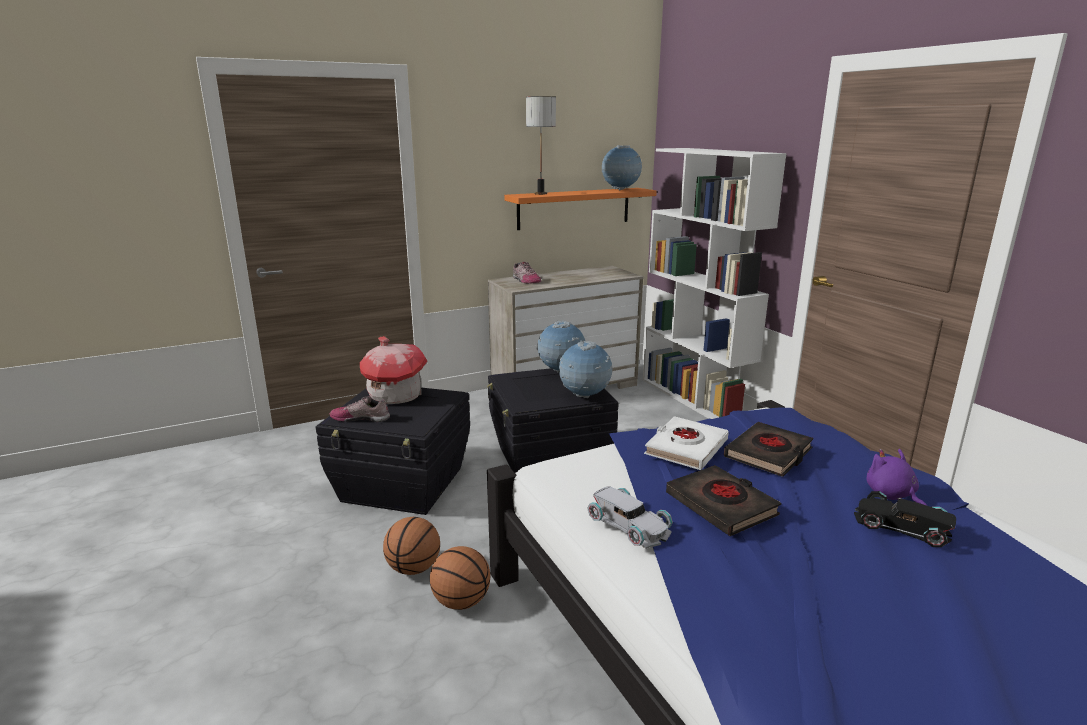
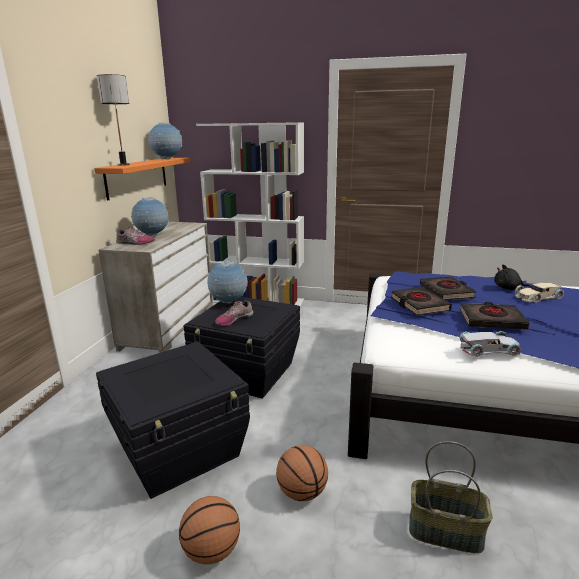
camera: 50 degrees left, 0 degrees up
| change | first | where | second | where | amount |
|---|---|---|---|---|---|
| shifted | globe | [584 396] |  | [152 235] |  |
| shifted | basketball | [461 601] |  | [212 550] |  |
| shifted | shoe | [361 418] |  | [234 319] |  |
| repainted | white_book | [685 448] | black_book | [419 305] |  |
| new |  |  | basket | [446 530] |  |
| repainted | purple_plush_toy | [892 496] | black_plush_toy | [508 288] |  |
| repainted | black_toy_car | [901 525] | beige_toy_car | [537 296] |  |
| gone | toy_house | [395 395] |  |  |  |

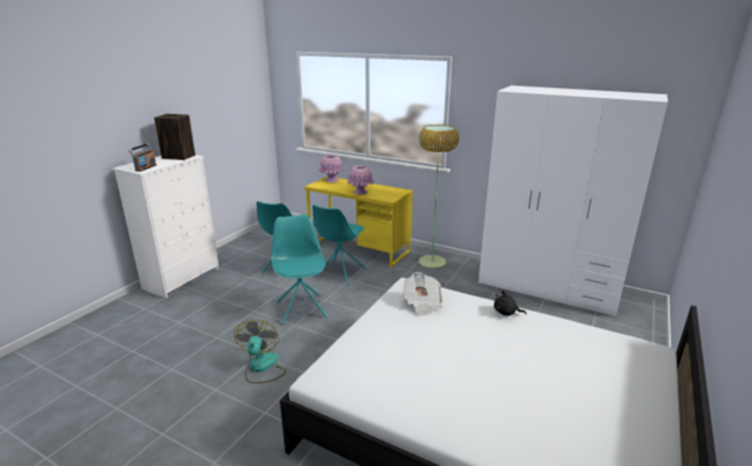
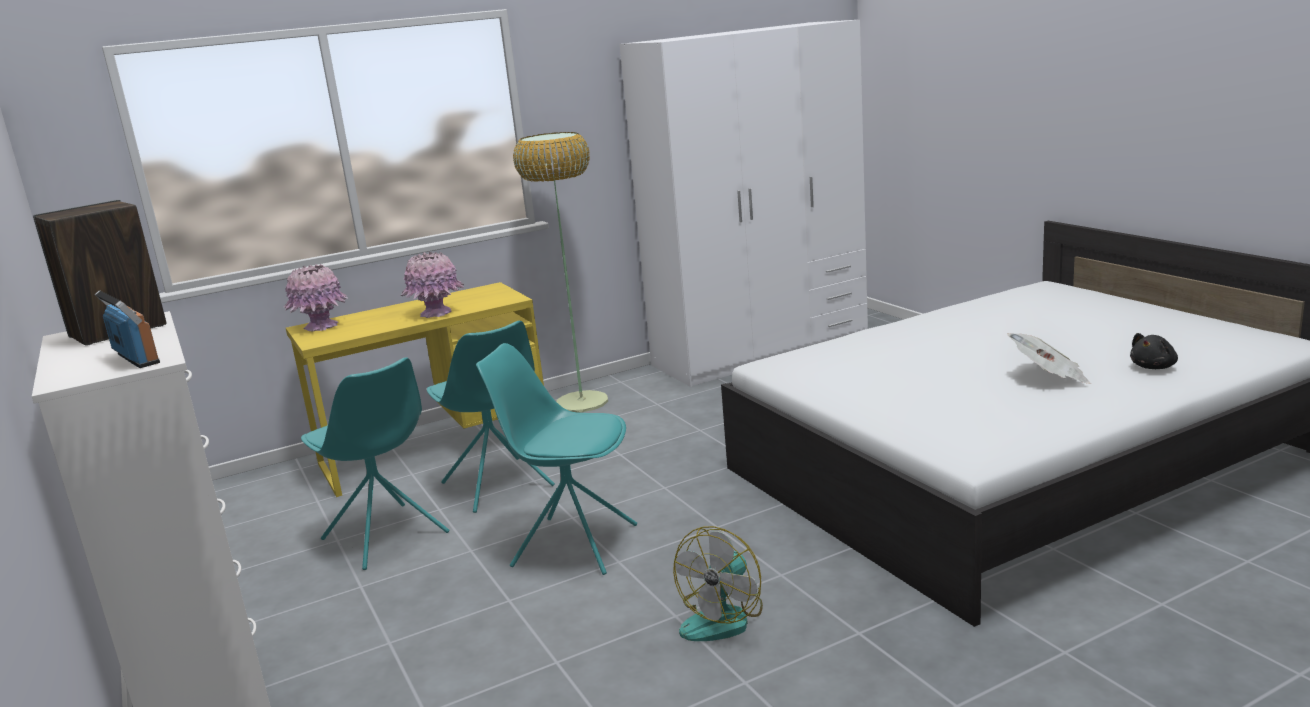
camera: 55 degrees left, 5 degrees down
| change | first | where | second | where | amount |
|---|---|---|---|---|---|
| rotated | fan | [262 367] |  | [723 618] | 90 degrees counterclockwise |
| shifted | newspaper | [422 304] |  | [1049 378] |  |
| shifted | black_plush_toy | [506 313] |  | [1154 367] |  |

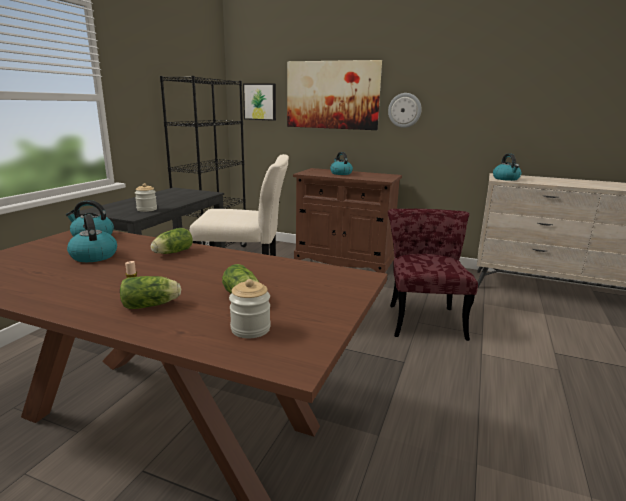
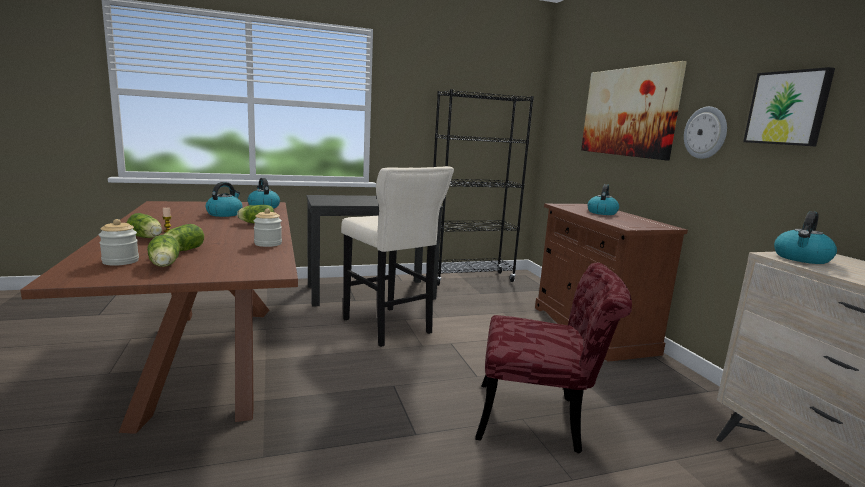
camera: 50 degrees right, 5 degrees down
| change | first | where | second | where | amount |
|---|---|---|---|---|---|
| new |  |  | lettuce | [164 265] |  |
| shifted | jar | [147 209] |  | [268 244] |  |
| rotated | red_chair | [423 317] |  | [541 419] | 45 degrees clockwise |
| shifted | picture | [260 102] |  | [788 108] |  |

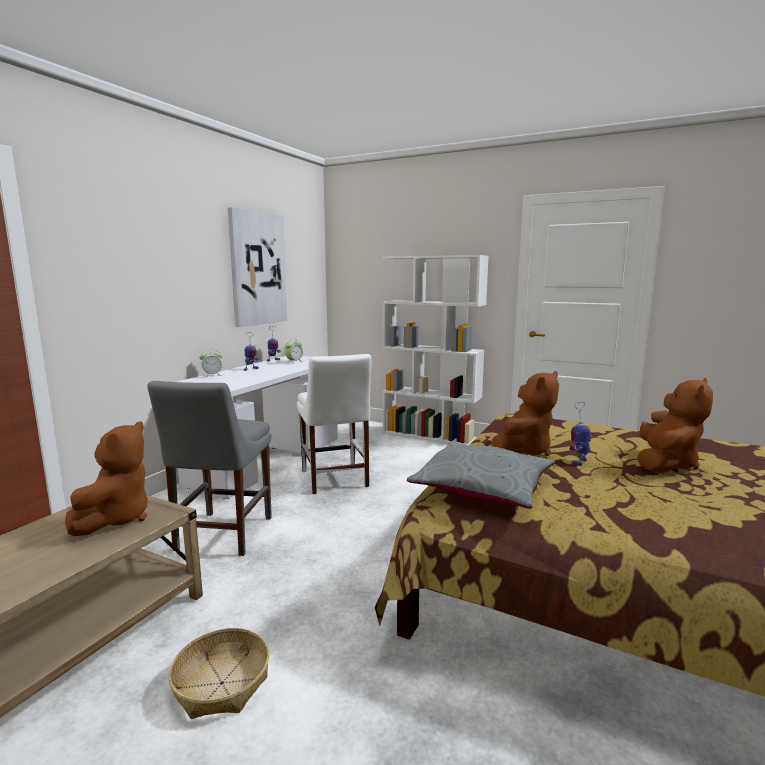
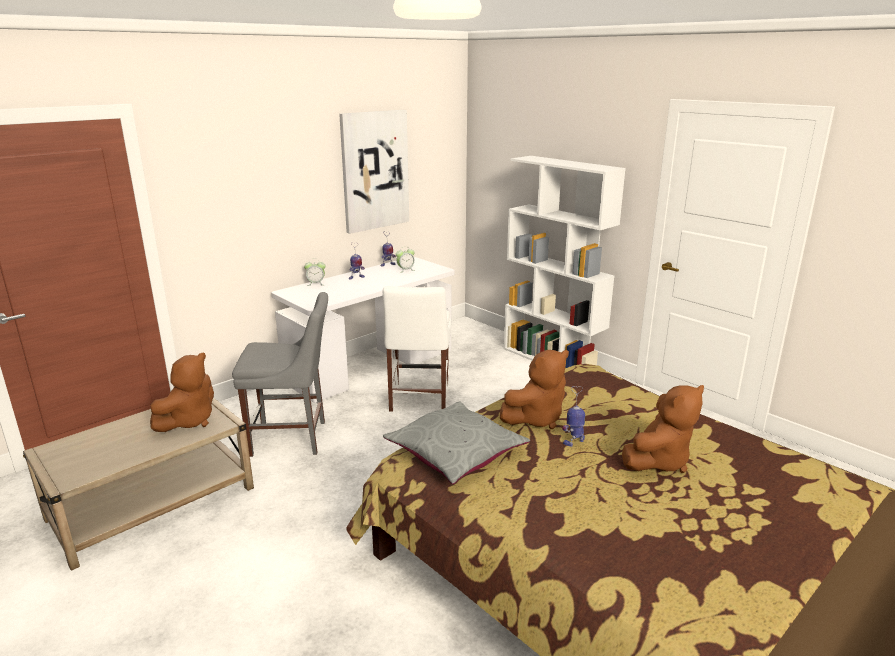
camera: 20 degrees right, 10 degrees up
| change | first | where | second | where | amount |
|---|---|---|---|---|---|
| rotated | grey_chair | [222 535] |  | [293 438] | 120 degrees counterclockwise |
| gone | basket | [221 683] |  |  |  |

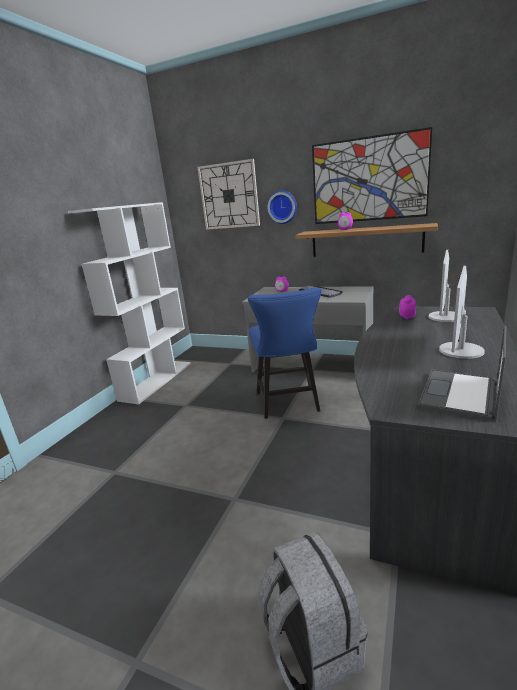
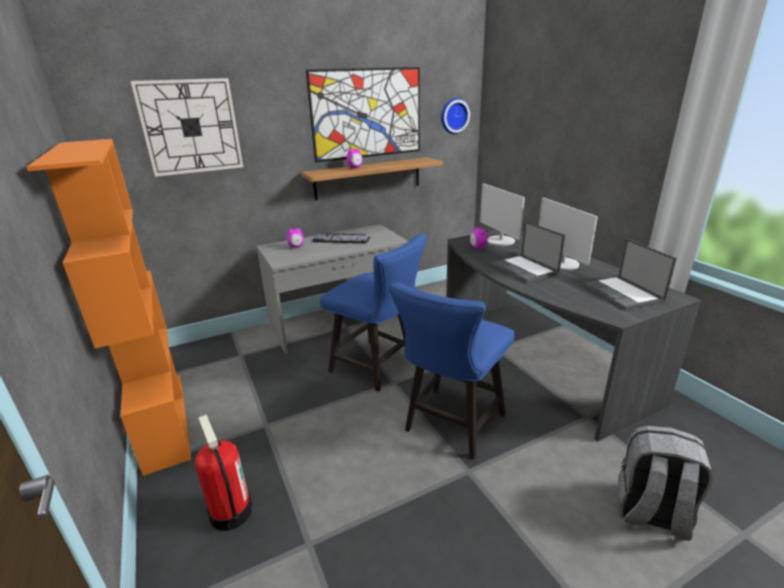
camera: 50 degrees left, 5 degrees up
| change | first | where | second | where | amount |
|---|---|---|---|---|---|
| repainted | white_bookcase | [157 380] | orange_bookcase | [163 419] |  |
| new |  |  | fire_extinguisher | [230 512] |  |
| new |  |  | blue_chair | [450 426] |  |
| shifted | wall_clock | [282 207] |  | [453 116] |  |
| new |  |  | laptop | [525 269] |  |

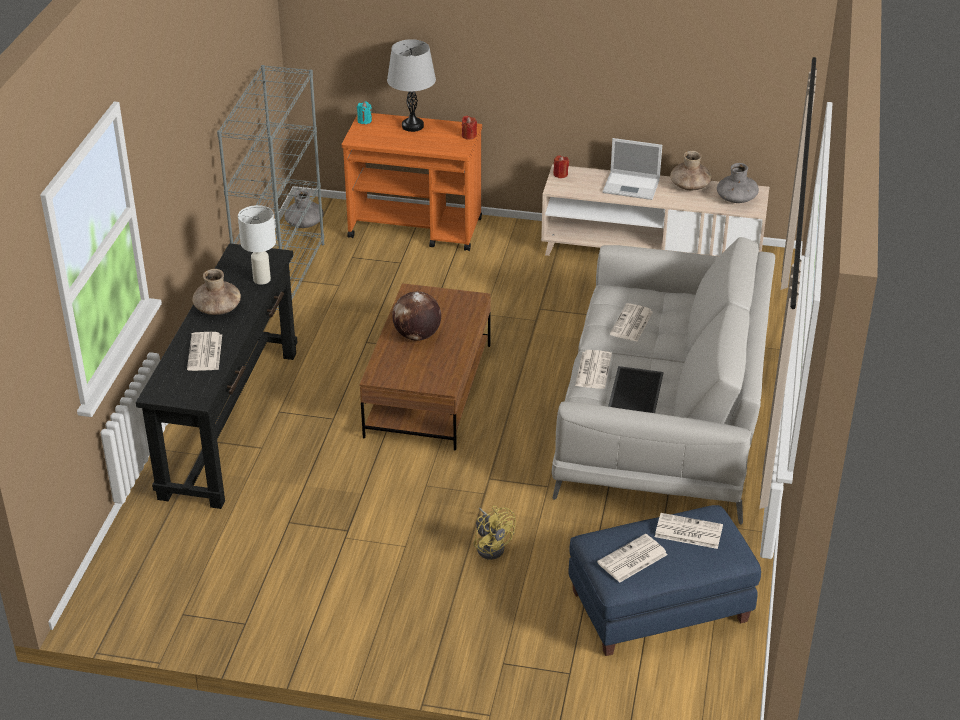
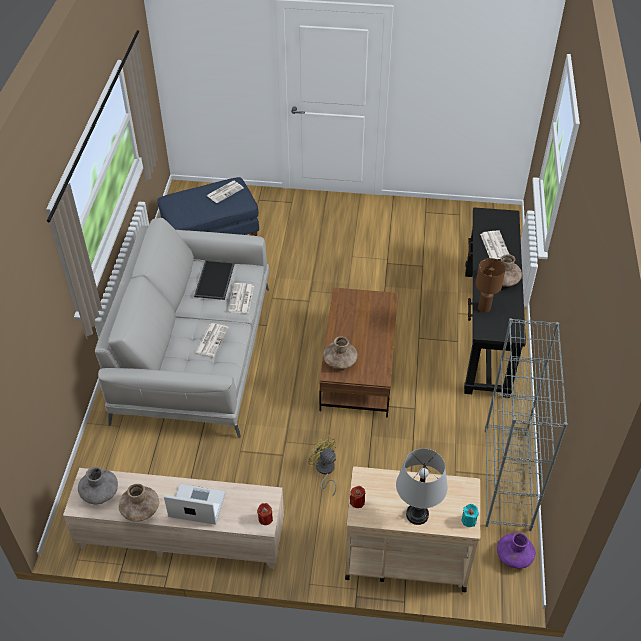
camera: 175 degrees right, 10 degrees up
| change | first | where | second | where | amount |
|---|---|---|---|---|---|
| shifted | yellow_fan | [491 546] |  | [324 471] |  |
| new |  |  | brown_vase | [340 361] |  |
| repainted | orange_cart | [416 228] | beige_cart | [405 557] |  |
| repainted | white_table_lamp | [262 279] | brown_table_lamp | [483 308] |  |
| repainted | grey_vase | [304 224] | purple_vase | [514 556] |  |
| gone | globe | [417 336] |  |  |  |
| gone | newspaper | [687 532] |  |  |  |

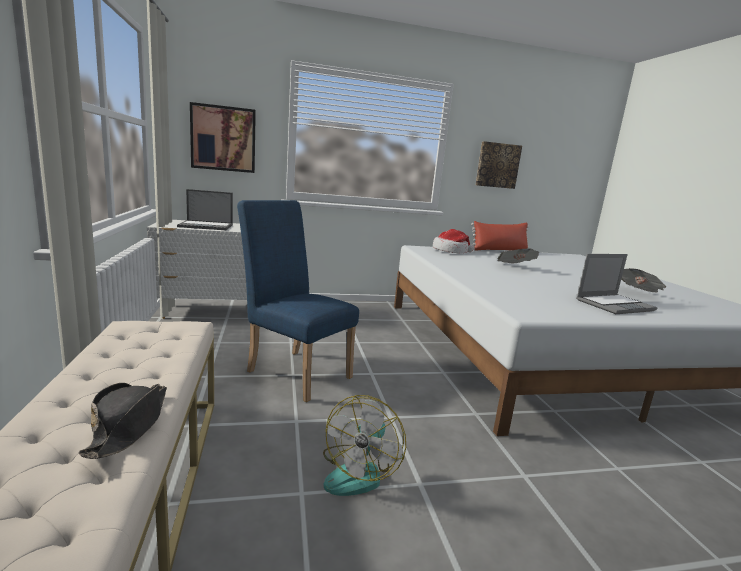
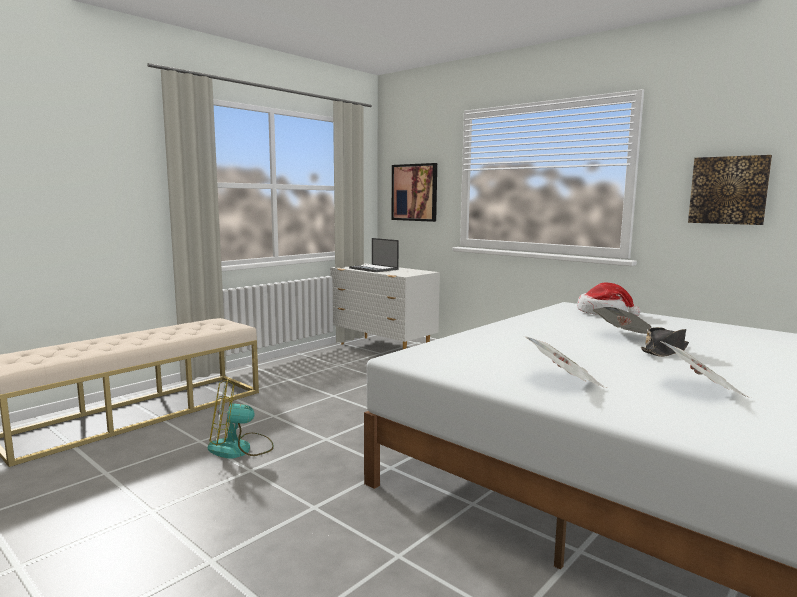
camera: 55 degrees right, 5 degrees down
| change | first | where | second | where | amount |
|---|---|---|---|---|---|
| swapped | laptop | [614 305] | newspaper | [564 382] |  |
| shifted | black_hat | [129 425] |  | [665 351] |  |
| gone | blue_chair | [295 371] |  |  |  |
| gone | red_pillow | [499 250] |  |  |  |

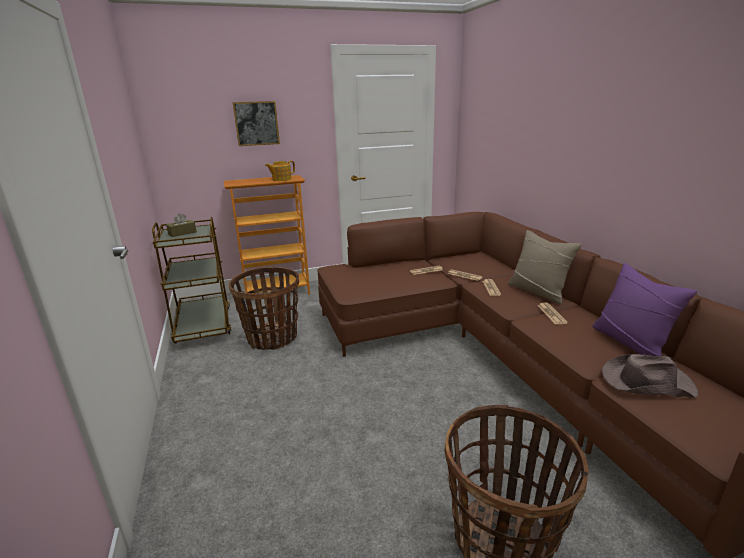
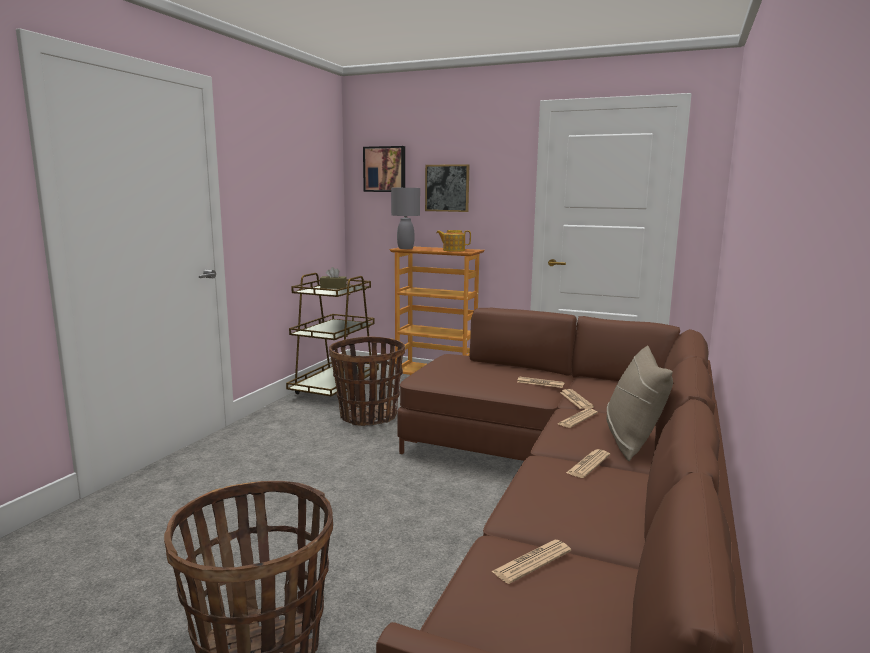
camera: 40 degrees right, 10 degrees down
| change | first | where | second | where | amount |
|---|---|---|---|---|---|
| new |  |  | picture | [385 169] |  |
| new |  |  | grey_table_lamp | [405 248] |  |
| swapped | brown_hat | [646 382] | newspaper | [532 562] |  |
| gone | purple_pillow | [630 343] |  |  |  |

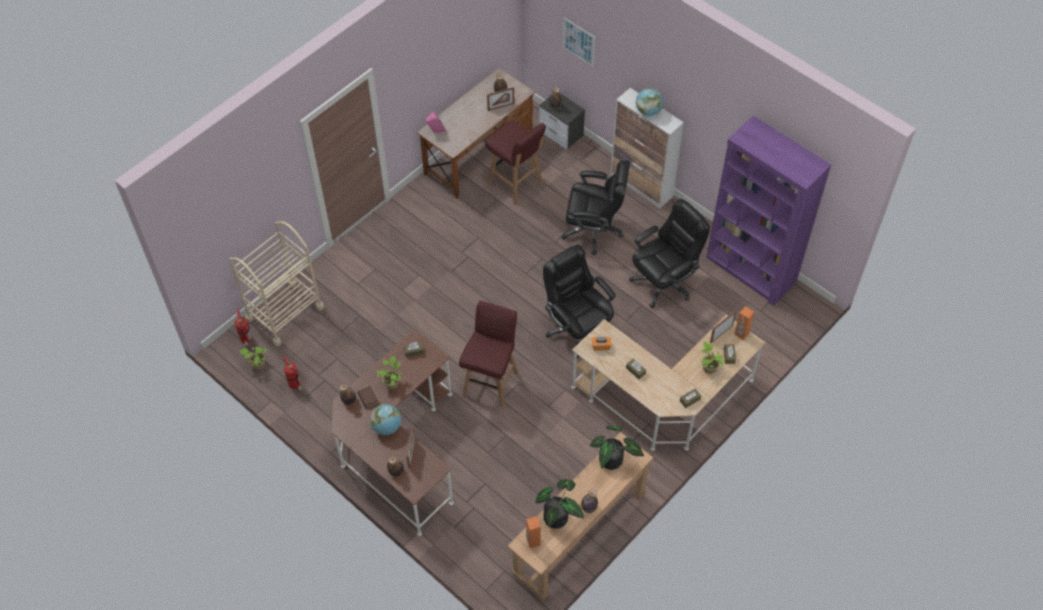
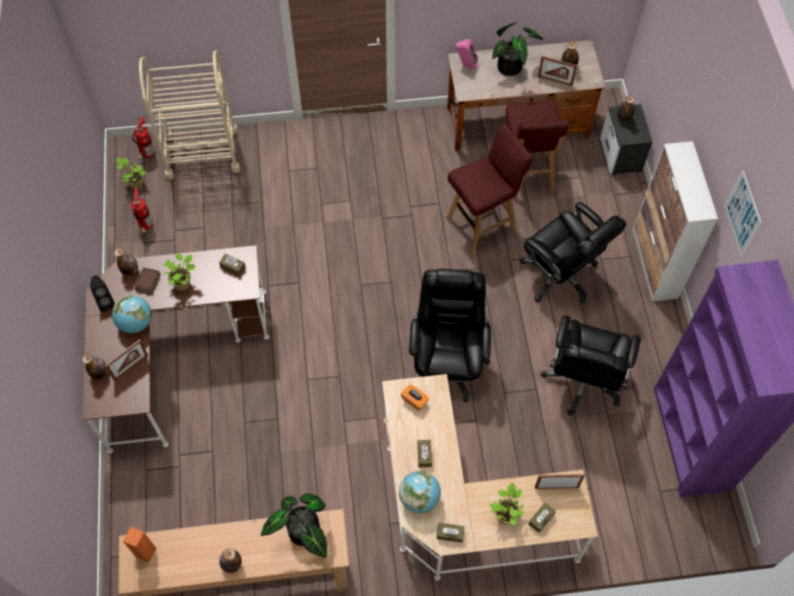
camera: 40 degrees right, 5 degrees up
| change | first | where | second | where | amount |
|---|---|---|---|---|---|
| new |  |  | black_speaker | [105 301] |  |
| shifted | globe | [648 111] |  | [419 498] |  |
| shifted | red_stool | [491 382] |  | [482 225] |  |
| shifted | potted_plant | [558 516] |  | [513 67] |  |
| rotated | black_office_chair | [664 281] |  | [583 381] | 105 degrees clockwise |
| shifted | picture | [578 42] |  | [742 213] |  |
| gone | orange_speaker | [741 334] |  |  |  |

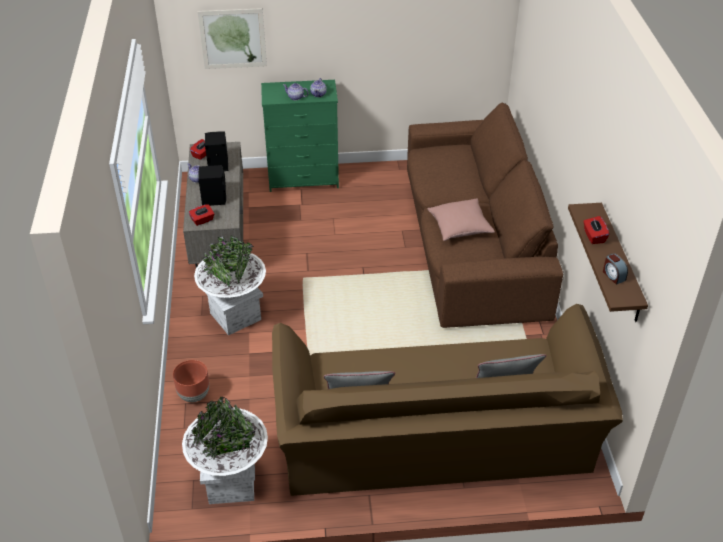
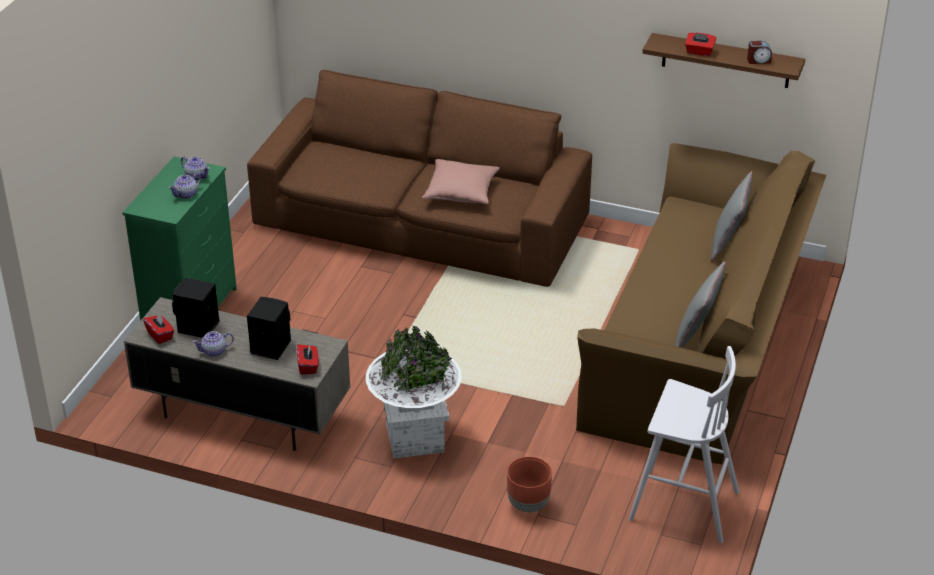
camera: 65 degrees left, 5 degrees down
| change | first | where | second | where | amount |
|---|---|---|---|---|---|
| swapped | white_planter | [231 484] | white_stool | [682 505] |  |
| gone | picture | [233 38] |  |  |  |

